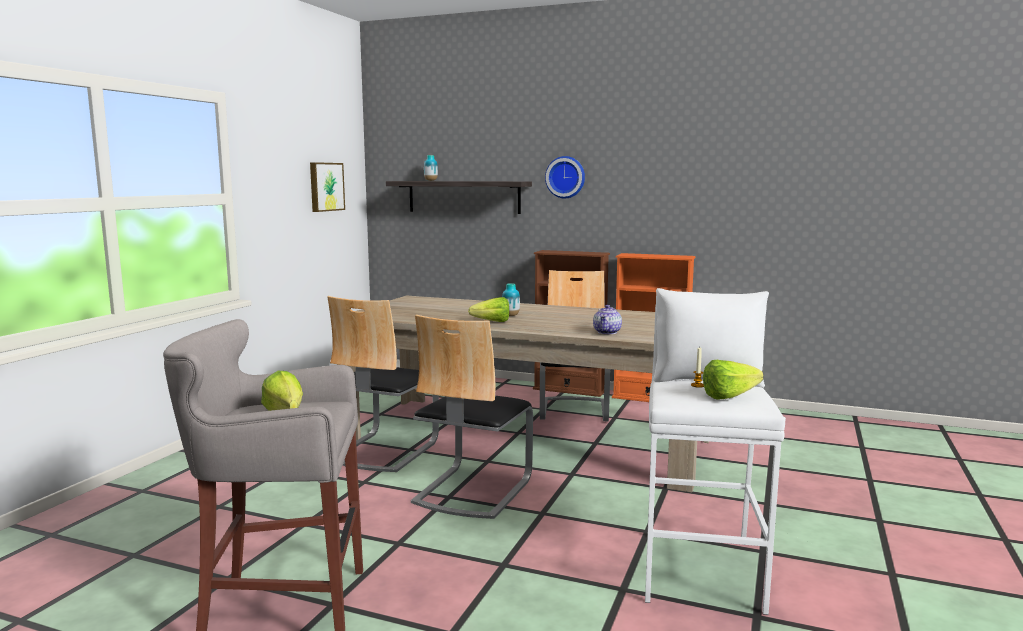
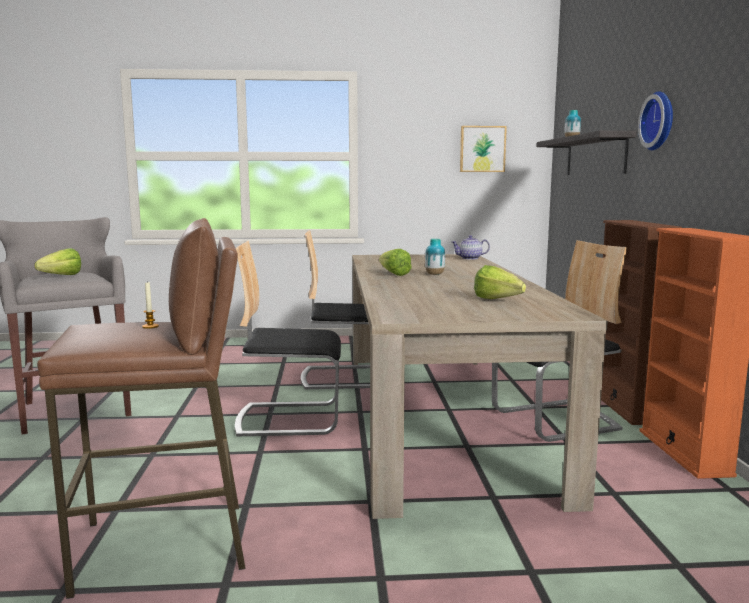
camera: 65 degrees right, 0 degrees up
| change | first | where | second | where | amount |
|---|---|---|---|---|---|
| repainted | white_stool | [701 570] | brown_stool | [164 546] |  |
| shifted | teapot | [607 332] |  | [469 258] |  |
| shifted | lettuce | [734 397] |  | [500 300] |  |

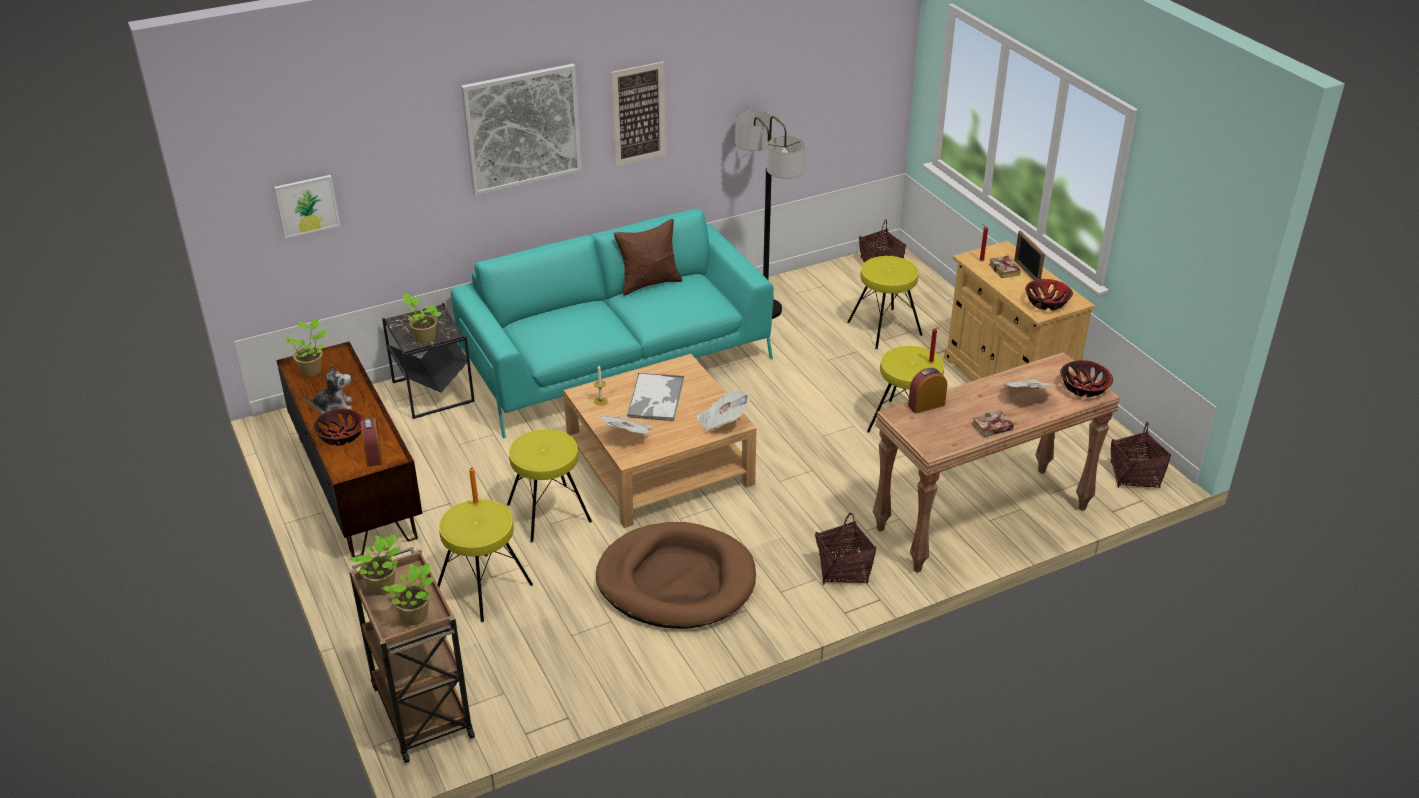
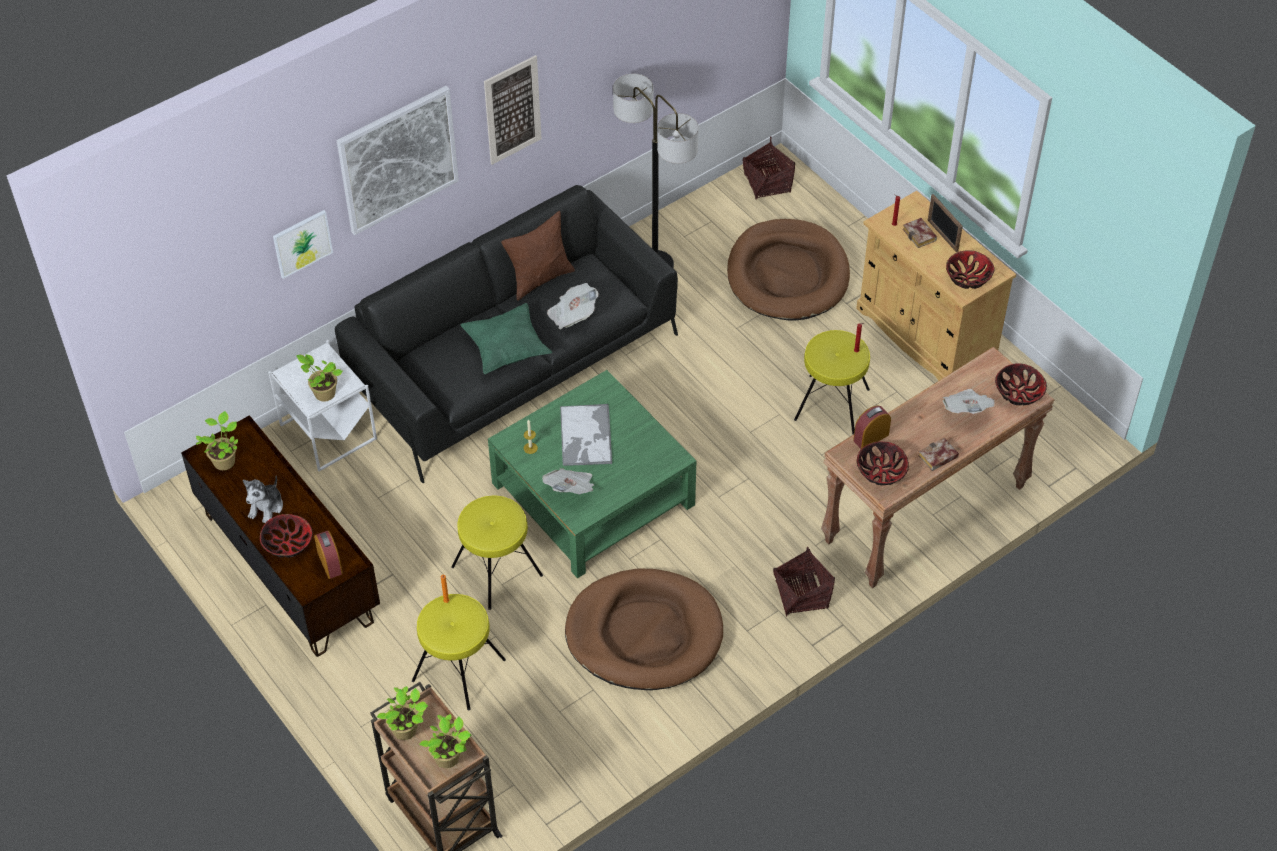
camera: 10 degrees left, 15 degrees up
| change | first | where | second | where | amount |
|---|---|---|---|---|---|
| rotated | plush_toy | [334 407] |  | [266 507] | 135 degrees clockwise |
| repainted | black_side_table | [433 391] | white_side_table | [328 431] |  |
| shifted | picture | [307 205] |  | [302 243] |  |
| repainted | turquoise_sofa | [616 362] | black_sofa | [512 363] |  |
| new |  |  | green_pillow | [506 349] |  |
| repainted | beige_coffee_table | [659 465] | green_coffee_table | [593 494] |  |
| shifted | newspaper | [722 421] |  | [572 315] |  |
| swapped | yellow_stool | [884 328] | brown_dog_bed | [787 274] |  |
| new |  |  | bowl | [881 472] |  |
| gone | basket | [1134 475] |  |  |  |

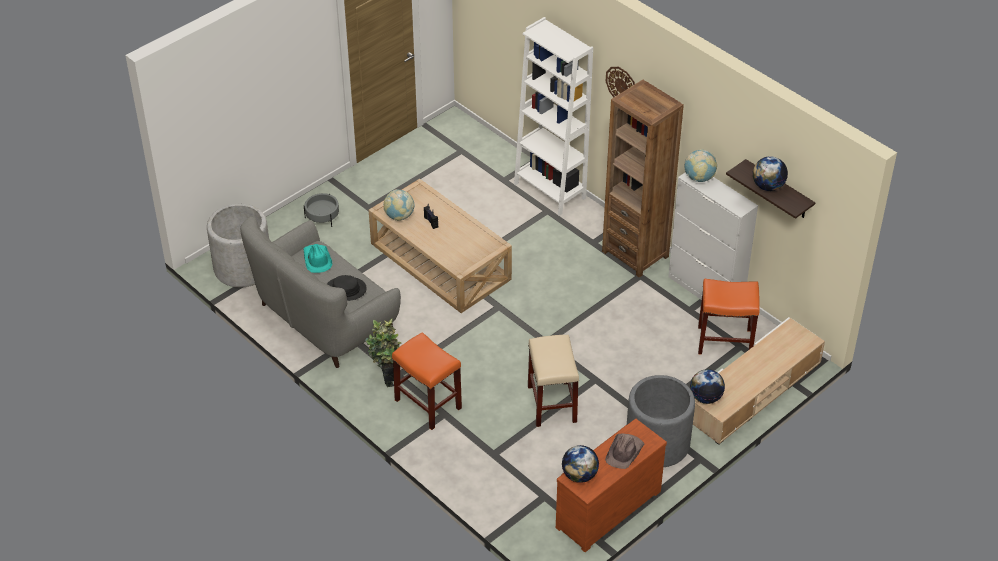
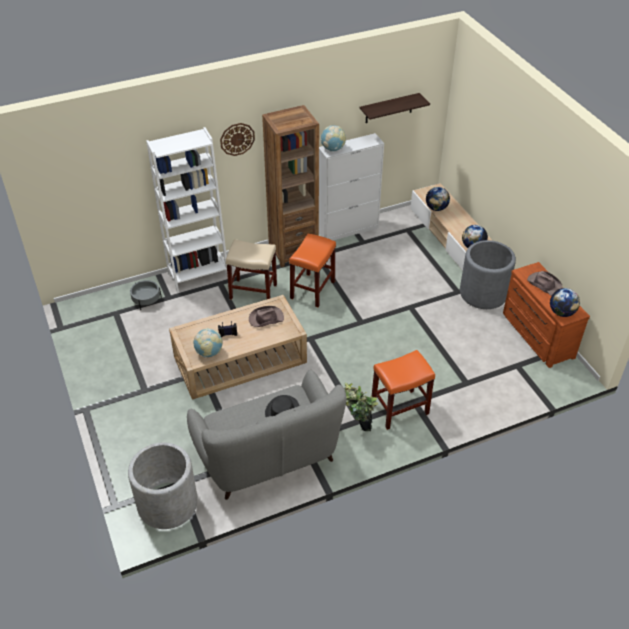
camera: 70 degrees left, 0 degrees up
| change | first | where | second | where | amount |
|---|---|---|---|---|---|
| shifted | grey_planter | [322 217] |  | [146 300] |  |
| shifted | beige_stool | [551 403] |  | [252 292] |  |
| new |  |  | brown_hat | [265 318] |  |
| shifted | orange_stool | [724 341] |  | [312 290] |  |
| shifted | globe | [768 186] |  | [436 208] |  |
| gone | turquoise_hat | [317 259] |  |  |  |

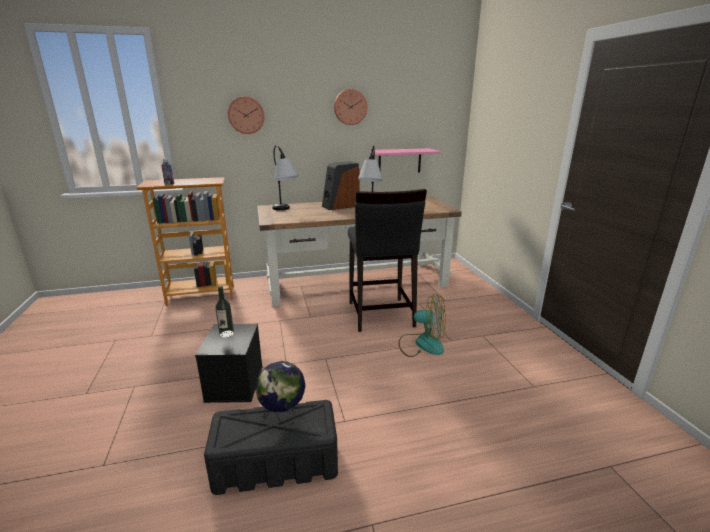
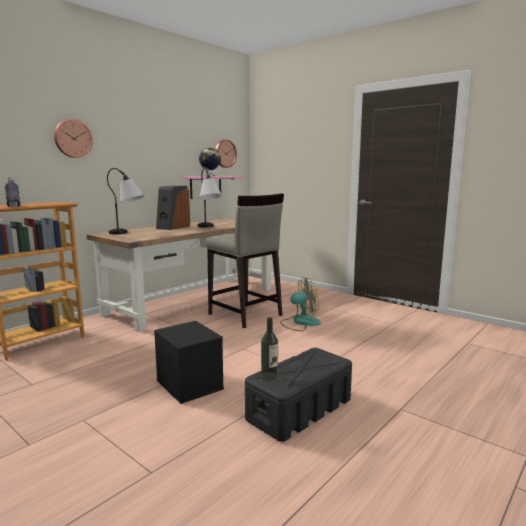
camera: 35 degrees left, 10 degrees down
| change | first | where | second | where | amount |
|---|---|---|---|---|---|
| shifted | globe | [283 416] |  | [210 176] |  |
| repainted | black_stool | [380 315] | beige_stool | [245 315] |  |
| shifted | wall_clock | [350 107] |  | [224 153] |  |
| shifted | bottle | [226 334] |  | [269 376] |  |

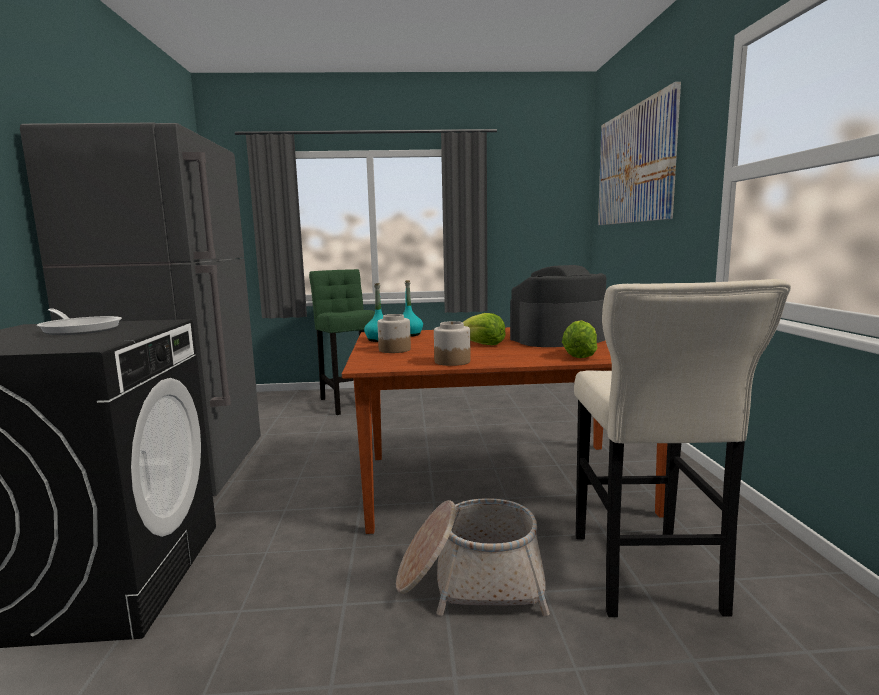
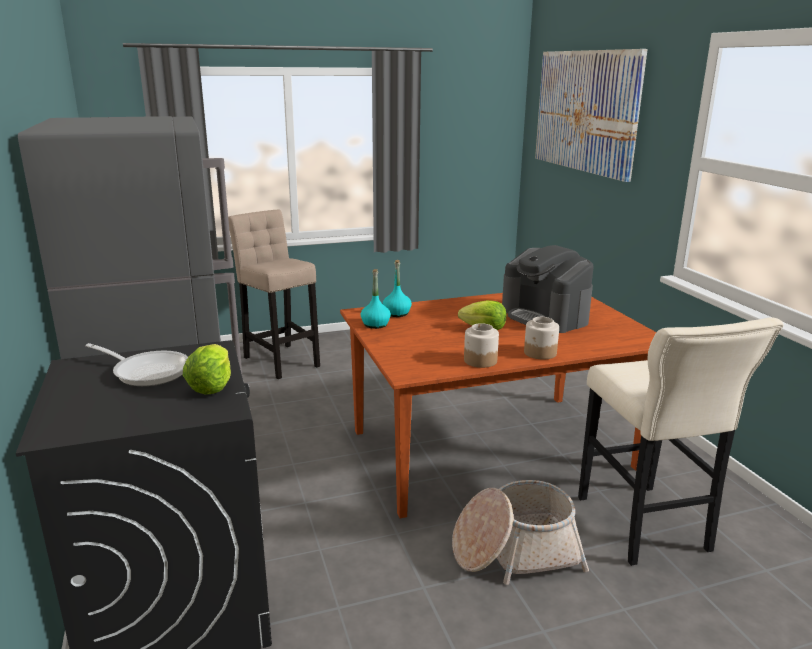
camera: 15 degrees left, 10 degrees up
| change | first | where | second | where | amount |
|---|---|---|---|---|---|
| shifted | lettuce | [579 355] |  | [212 386] |  |
| repainted | green_stool | [349 402] | beige_stool | [280 360] |  |
| rotated | coffee_machine | [557 339] |  | [545 316] | 90 degrees counterclockwise |
| shifted | jar | [394 350] |  | [540 353] |  |

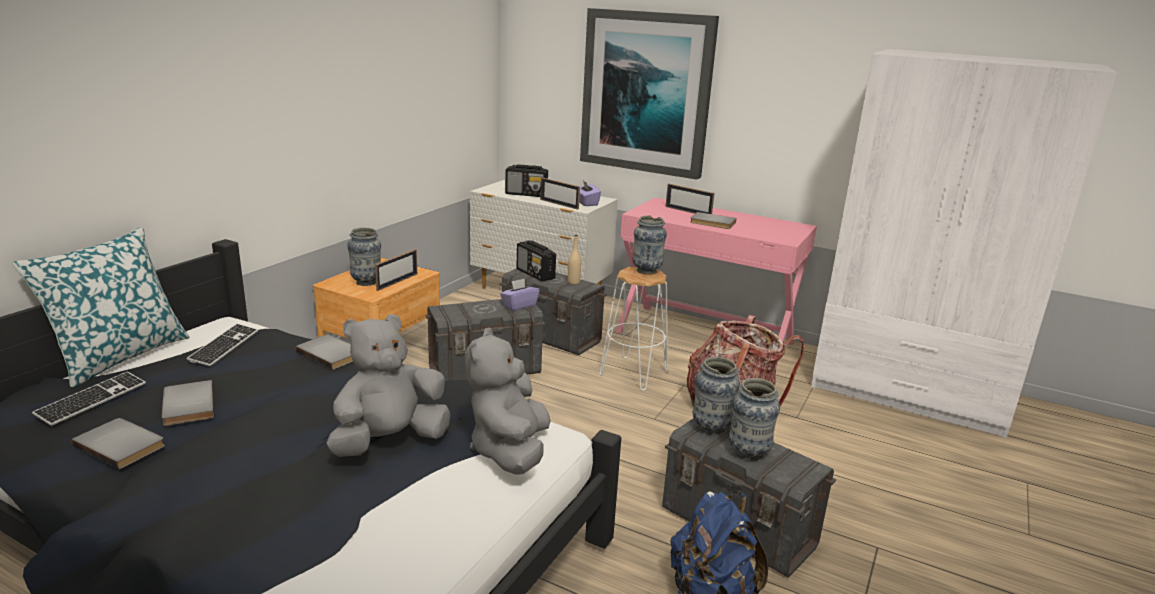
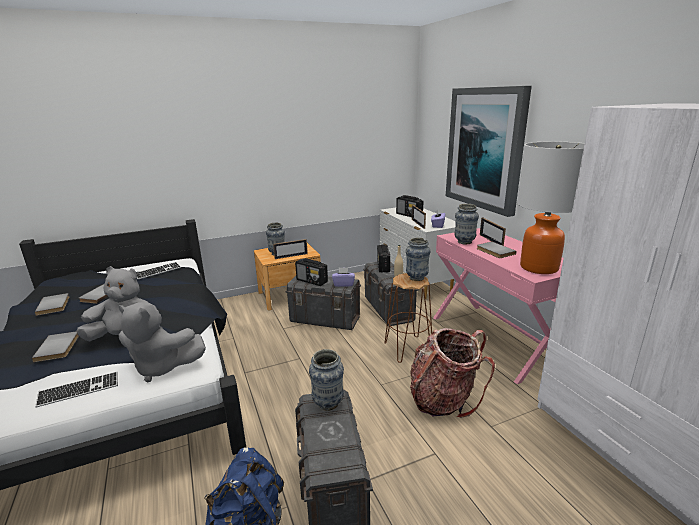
camera: 40 degrees right, 0 degrees up
| change | first | where | second | where | amount |
|---|---|---|---|---|---|
| shifted | grey_book | [332 353] |  | [59 347] |  |
| shifted | keyboard | [92 400] |  | [79 390] |  |
| rotated | grey_plush_toy | [510 451] |  | [162 367] | 120 degrees counterclockwise |
| new |  |  | radio | [312 281] |  |
| repainted | white_stool | [633 373] | brown_stool | [408 349] |  |
| shifted | vase | [748 453] |  | [464 242] |  |
| new |  |  | table_lamp | [538 268] |  |
| gone | pillow | [119 357] |  |  |  |

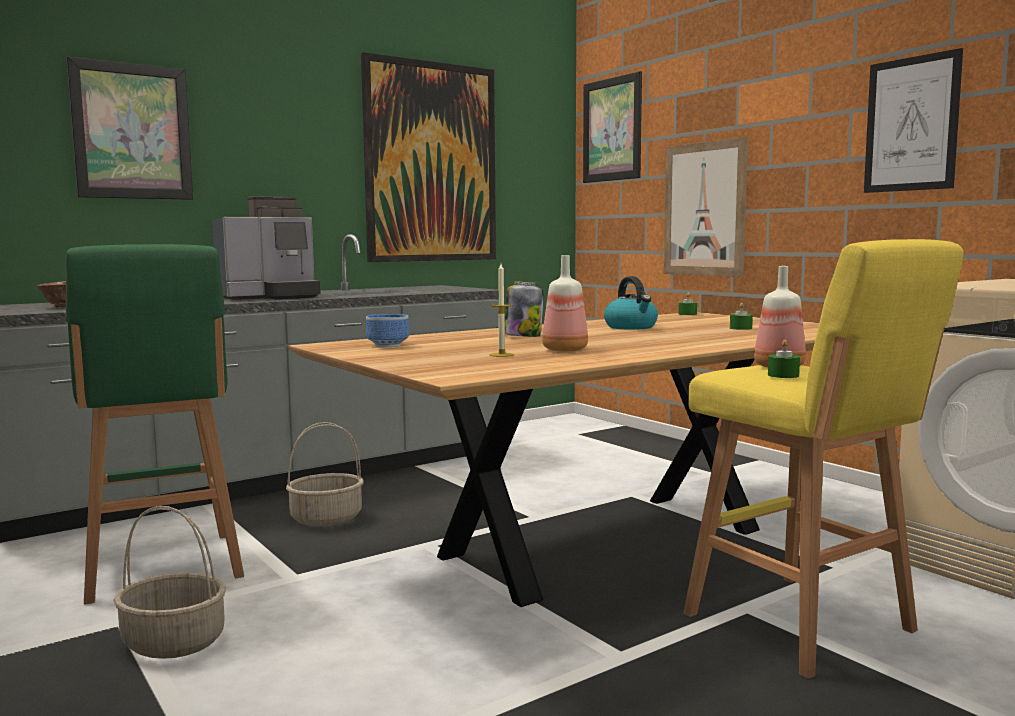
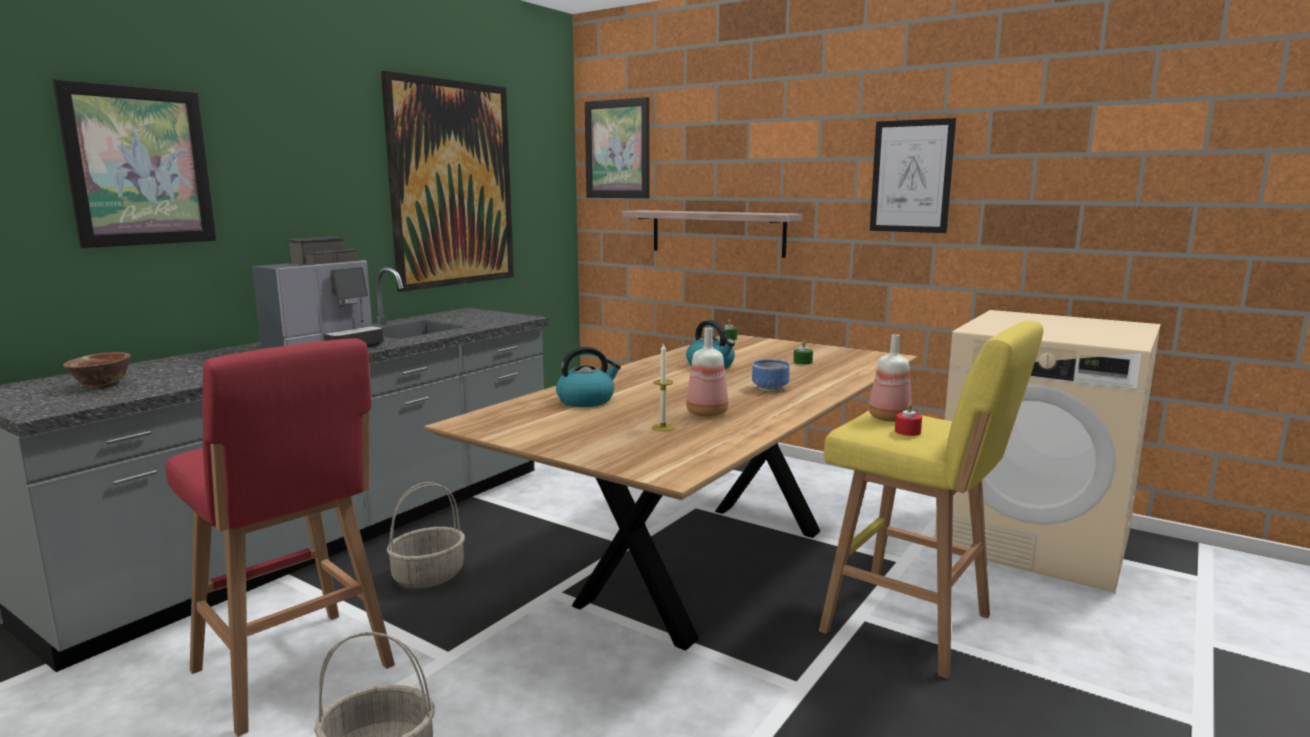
camera: 20 degrees left, 5 degrees up
| change | first | where | second | where | amount |
|---|---|---|---|---|---|
| repainted | green_stool | [163 569] | red_stool | [295 671] |  |
| new |  |  | kettle | [586 400] |  |
| swapped | picture | [704 209] | shelf | [717 233] |  |
| shifted | bowl | [387 345] |  | [769 388] |  |
| repainted | green_candle | [783 375] | red_candle | [907 431] |  |
| gone | jar | [523 336] |  |  |  |

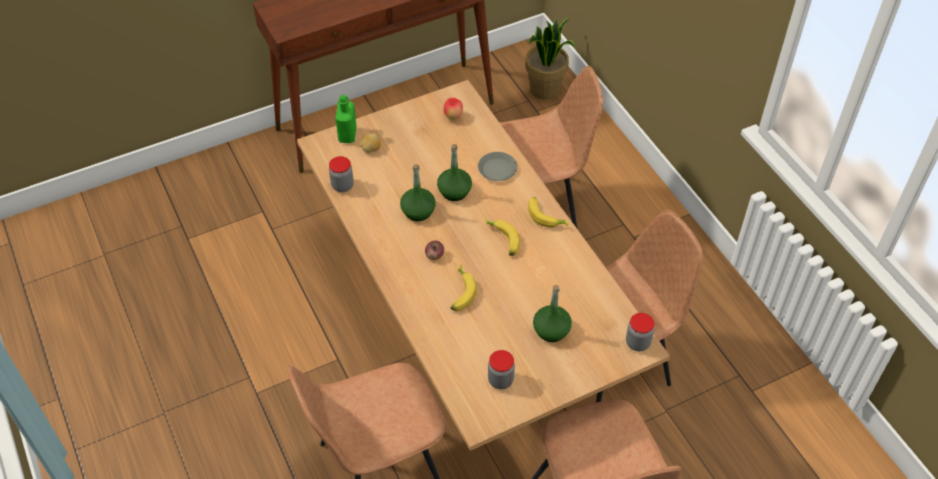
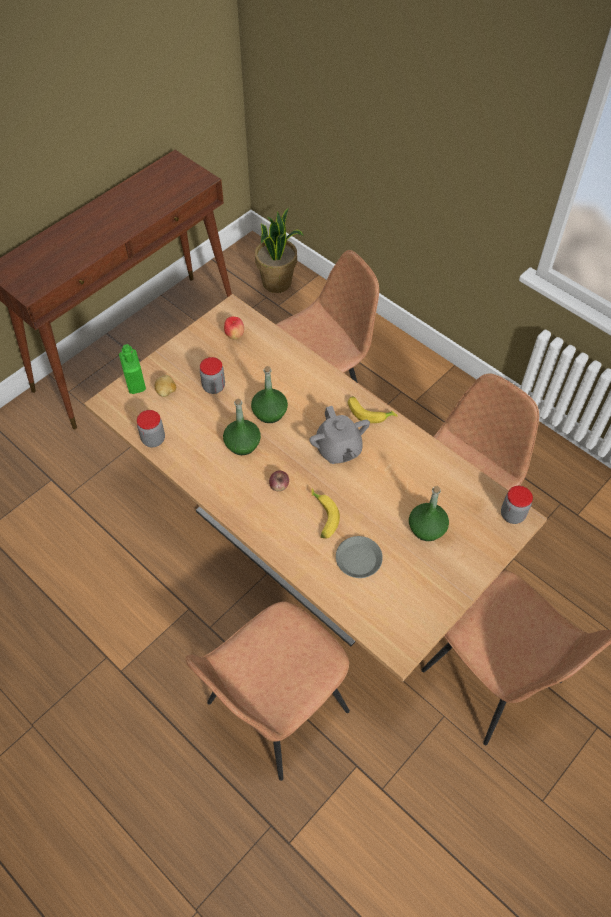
camera: 20 degrees left, 5 degrees up
| change | first | where | second | where | amount |
|---|---|---|---|---|---|
| shifted | jar | [500 380] |  | [213 387] |  |
| swapped | banana | [502 240] | grey_teapot | [338 449] |  |
| shifted | grey_plate | [497 169] |  | [358 559] |  |

